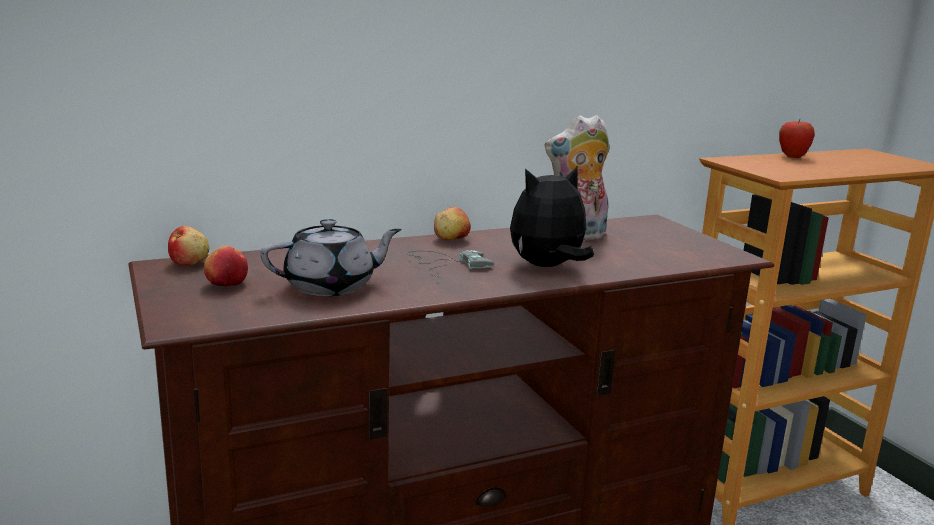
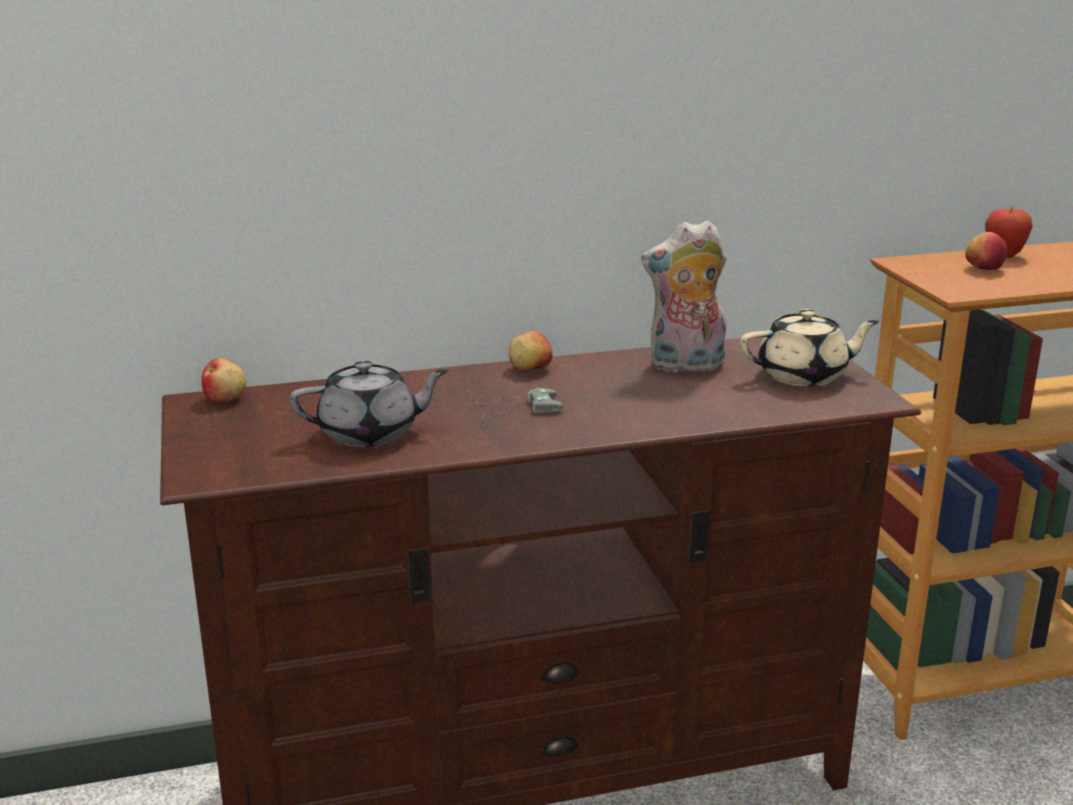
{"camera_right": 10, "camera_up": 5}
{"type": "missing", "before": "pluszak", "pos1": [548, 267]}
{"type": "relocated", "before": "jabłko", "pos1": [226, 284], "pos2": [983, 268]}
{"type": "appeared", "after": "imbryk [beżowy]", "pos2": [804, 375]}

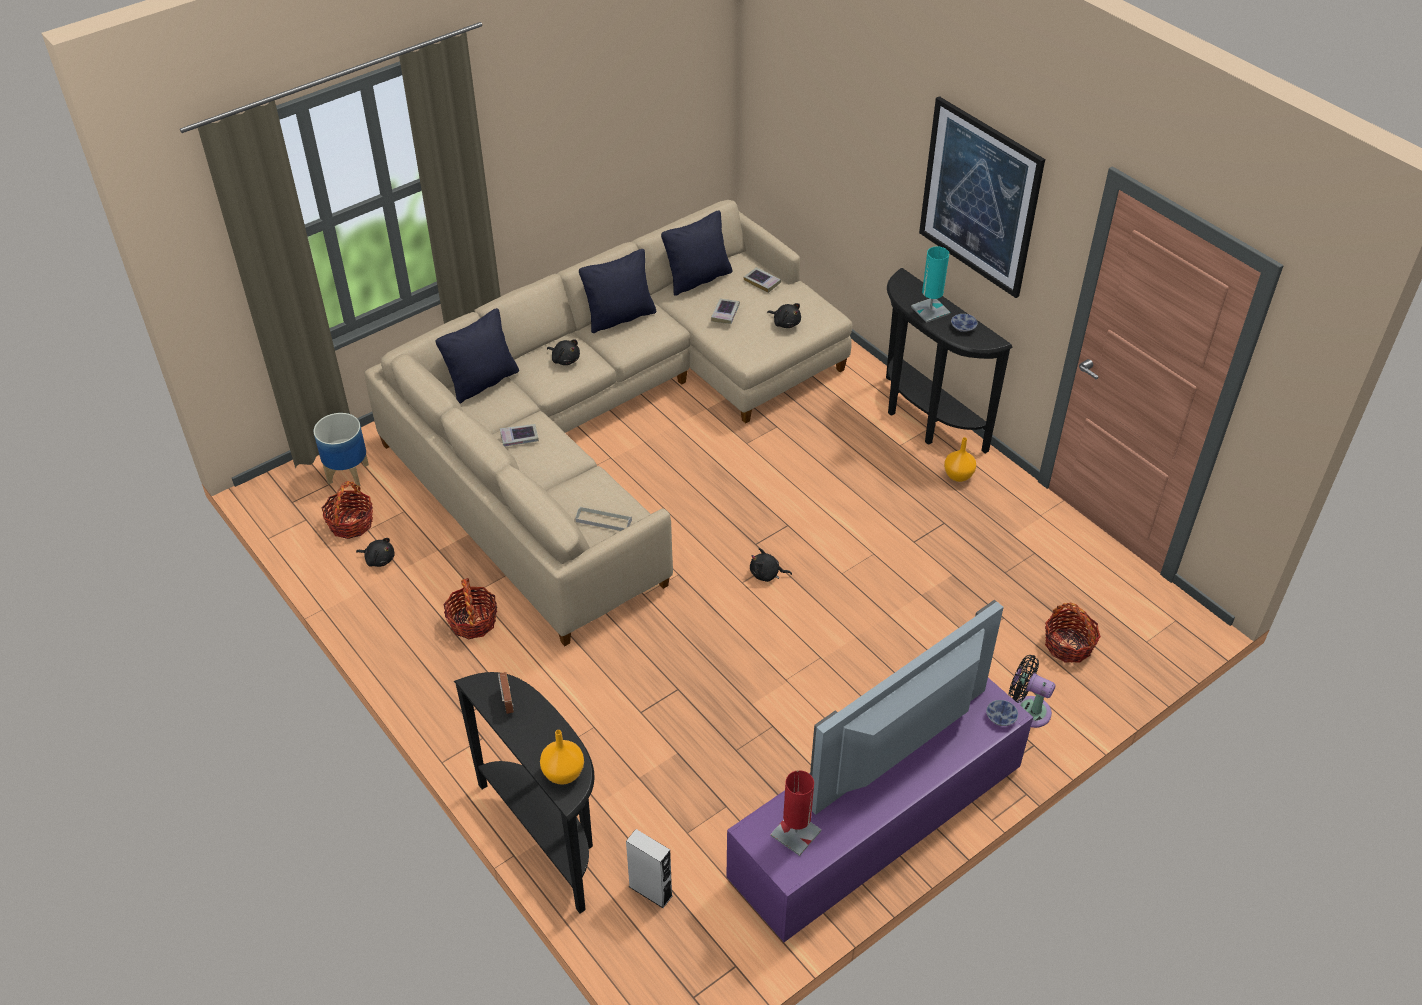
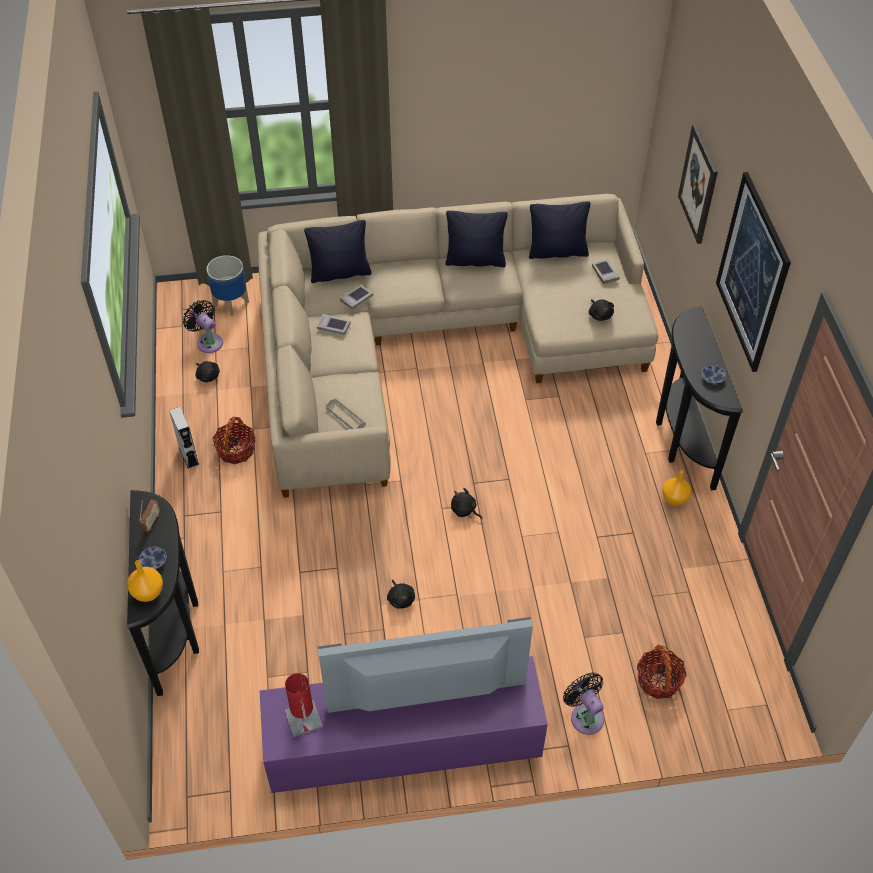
{"camera_right": 30, "camera_up": 5}
{"type": "missing", "before": "lampa stołowa [turkusowy]", "pos1": [930, 310]}
{"type": "relocated", "before": "książka", "pos1": [725, 313], "pos2": [356, 299]}
{"type": "relocated", "before": "pluszak [czarny]", "pos1": [565, 359], "pos2": [401, 599]}
{"type": "exchanged", "before": "koszyk", "after": "wentylator [czarny]", "pos1": [351, 523], "pos2": [208, 341]}
{"type": "relocated", "before": "miska", "pos1": [1002, 717], "pos2": [154, 562]}
{"type": "relocated", "before": "głośnik [szary]", "pos1": [650, 891], "pos2": [189, 456]}
{"type": "appeared", "after": "obraz", "pos2": [698, 184]}

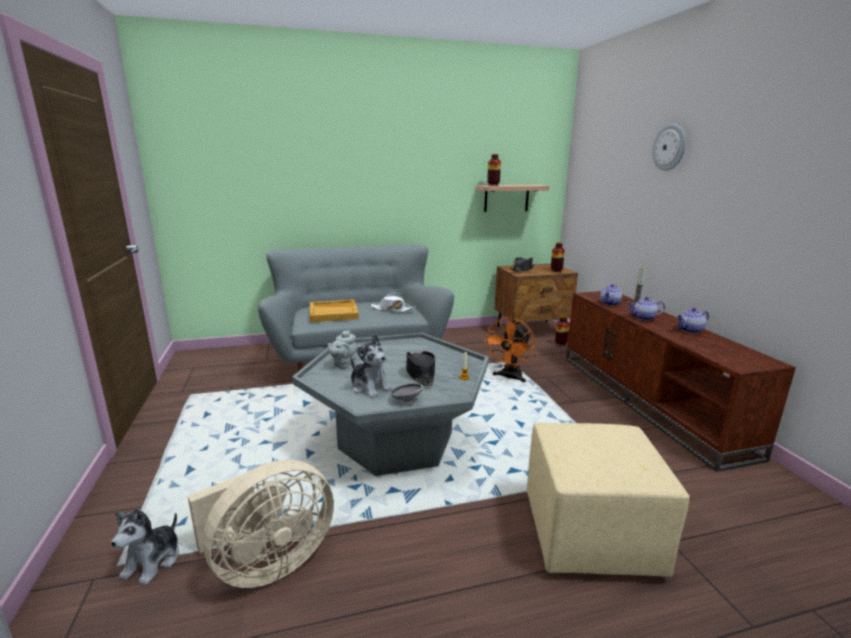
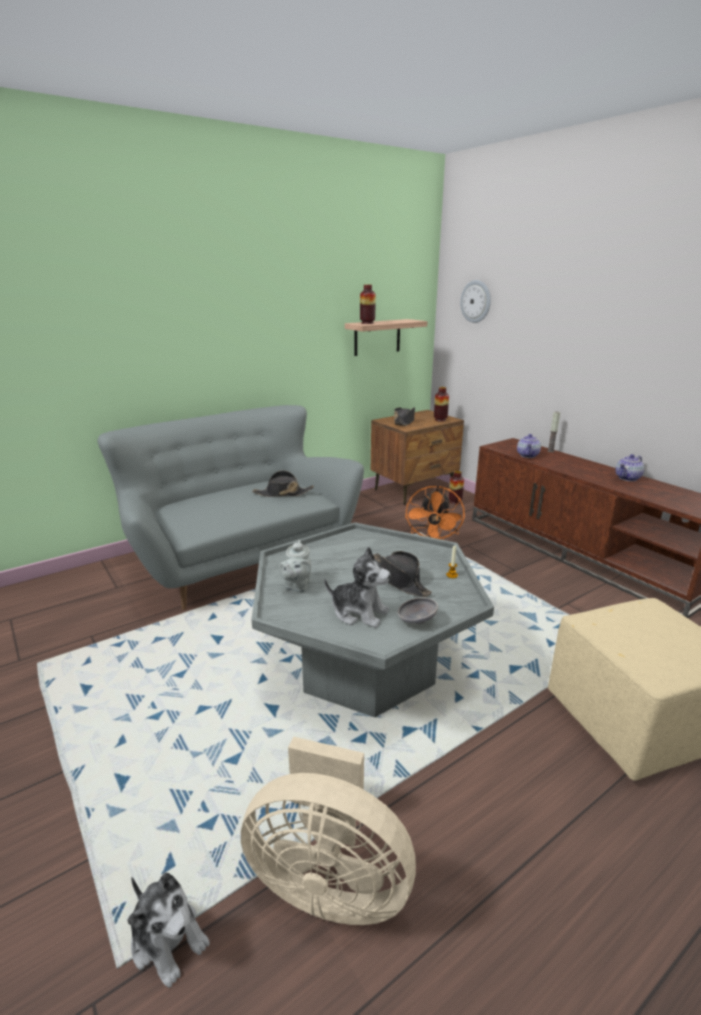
{"camera_right": -20, "camera_up": 5}
{"type": "relocated", "before": "zegar ścienny", "pos1": [669, 147], "pos2": [476, 301]}
{"type": "colour", "before": "kapelusz [biały]", "after": "kapelusz [czarny]", "pos1": [392, 309], "pos2": [283, 493]}
{"type": "missing", "before": "imbryk", "pos1": [643, 318]}
{"type": "missing", "before": "taca [beżowy]", "pos1": [334, 313]}
{"type": "spun", "before": "wentylator [beżowy]", "pos1": [267, 564], "pos2": [328, 881], "turn": 75}
{"type": "spun", "before": "pluszak", "pos1": [153, 561], "pos2": [168, 938], "turn": -45}

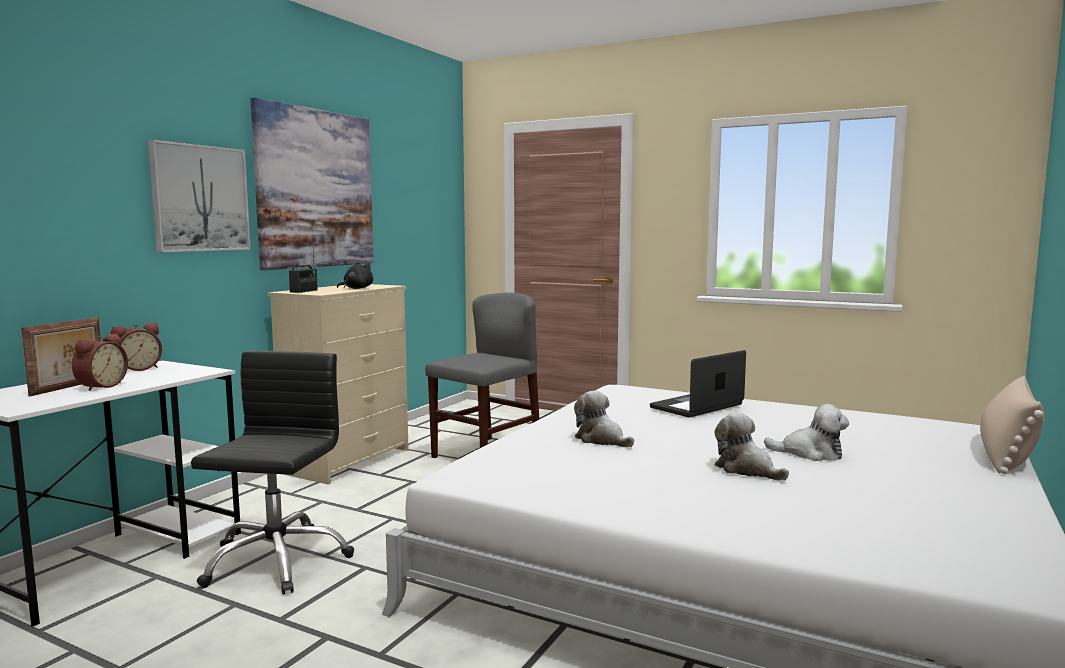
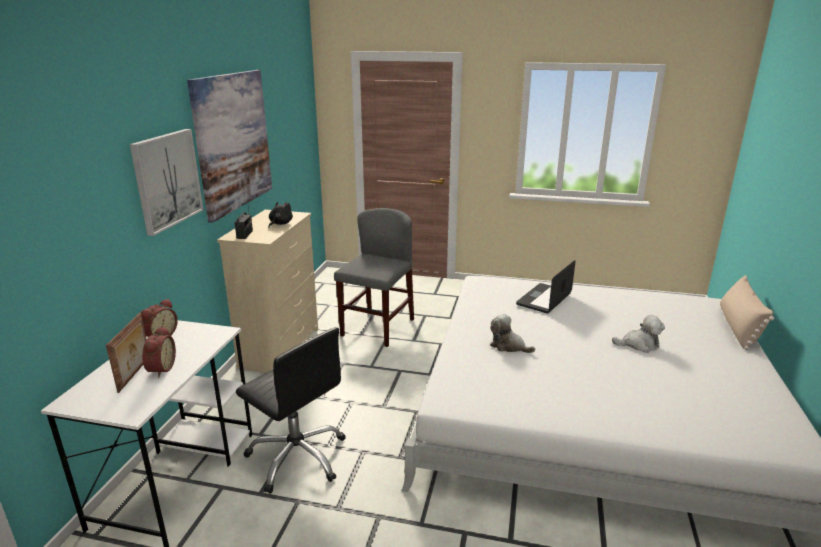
{"camera_right": -15, "camera_up": 15}
{"type": "spun", "before": "krzesło biurowe [czarny]", "pos1": [276, 561], "pos2": [297, 457], "turn": 135}
{"type": "missing", "before": "pluszak", "pos1": [747, 469]}

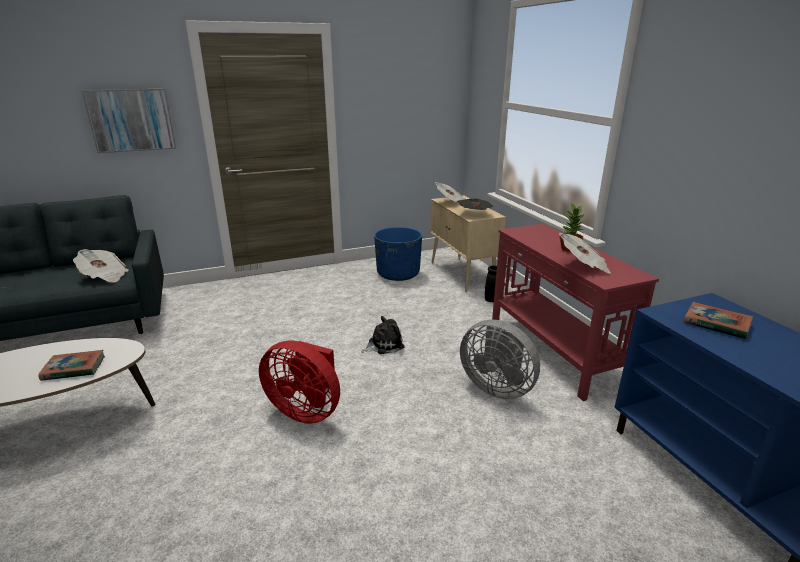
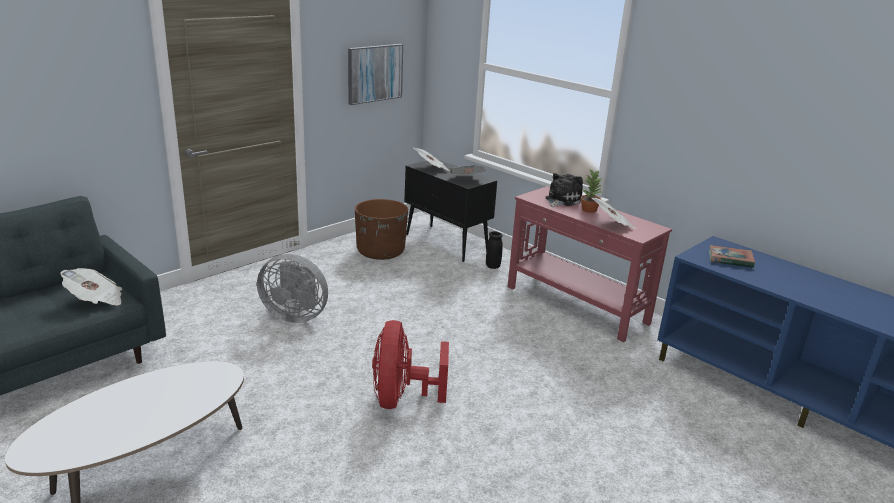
{"camera_right": -25, "camera_up": 0}
{"type": "relocated", "before": "obraz", "pos1": [131, 120], "pos2": [374, 73]}
{"type": "colour", "before": "szafka [beżowy]", "after": "szafka [czarny]", "pos1": [462, 274], "pos2": [447, 243]}
{"type": "colour", "before": "donica [niebieski]", "after": "donica [brązowy]", "pos1": [398, 274], "pos2": [380, 252]}
{"type": "relocated", "before": "pluszak", "pos1": [383, 344], "pos2": [561, 200]}
{"type": "relocated", "before": "wentylator [szary]", "pos1": [497, 387], "pos2": [295, 315]}
{"type": "spun", "before": "wentylator [czerwony]", "pos1": [306, 410], "pos2": [402, 398], "turn": 90}
{"type": "missing", "before": "książka", "pos1": [74, 368]}

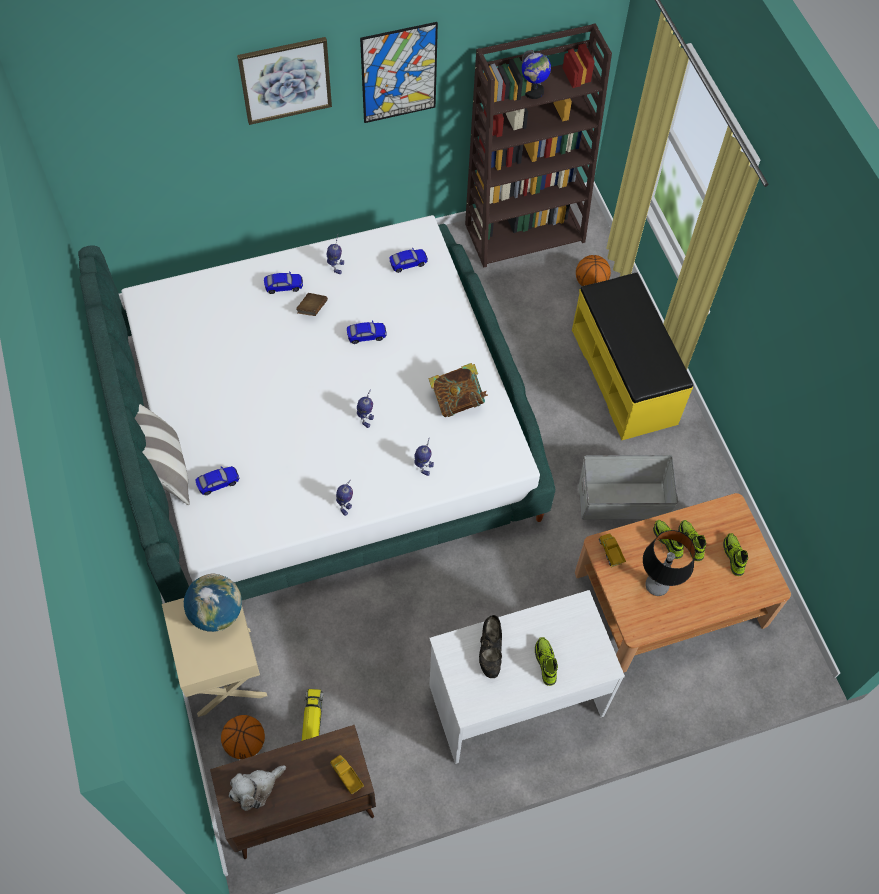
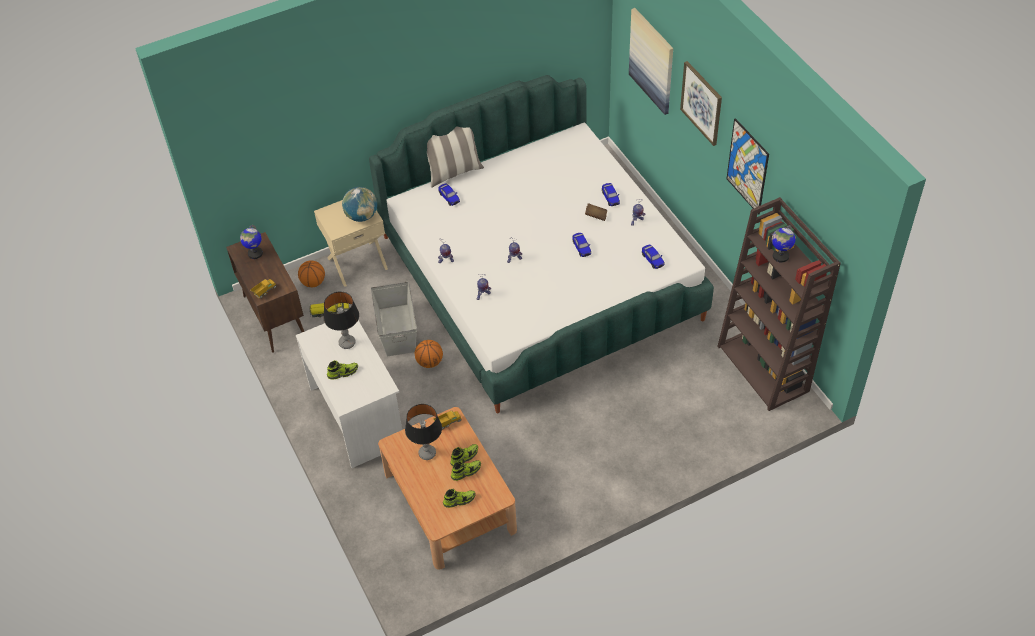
{"camera_right": 85, "camera_up": -10}
{"type": "relocated", "before": "piłka do koszykówki", "pos1": [590, 283], "pos2": [429, 362]}
{"type": "missing", "before": "ławka [żółty]", "pos1": [624, 376]}
{"type": "missing", "before": "książka", "pos1": [457, 400]}
{"type": "relocated", "before": "pojemnik do przechowywania [szary]", "pos1": [623, 501], "pos2": [396, 330]}
{"type": "exchanged", "before": "but [czarny]", "after": "lampa stołowa", "pos1": [490, 651], "pos2": [347, 343]}
{"type": "exchanged", "before": "pluszak", "after": "globus", "pos1": [256, 788], "pos2": [255, 253]}
{"type": "appeared", "after": "obraz", "pos2": [652, 61]}

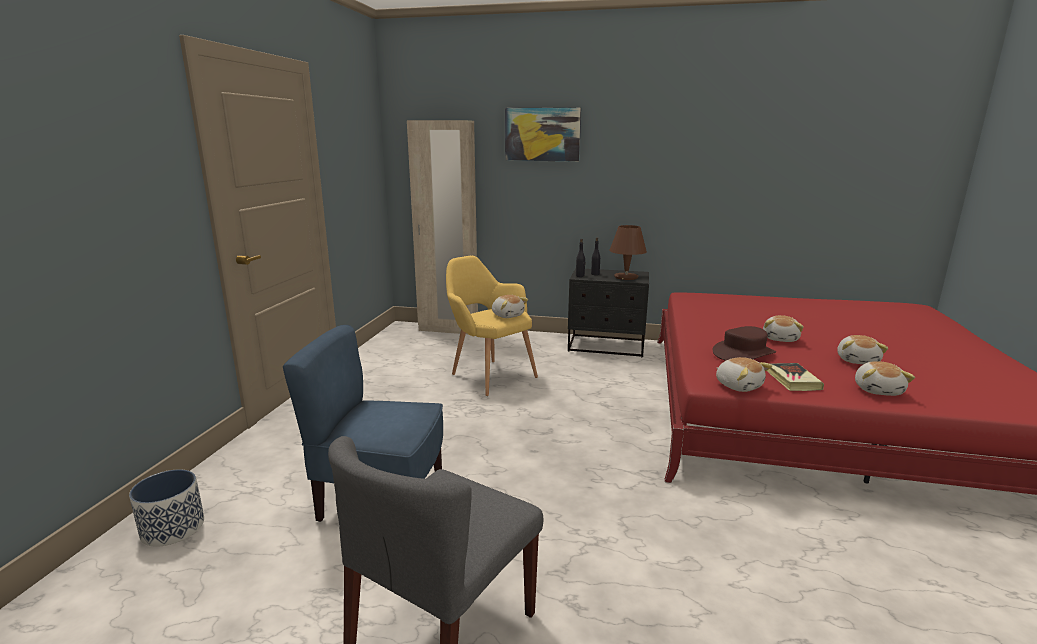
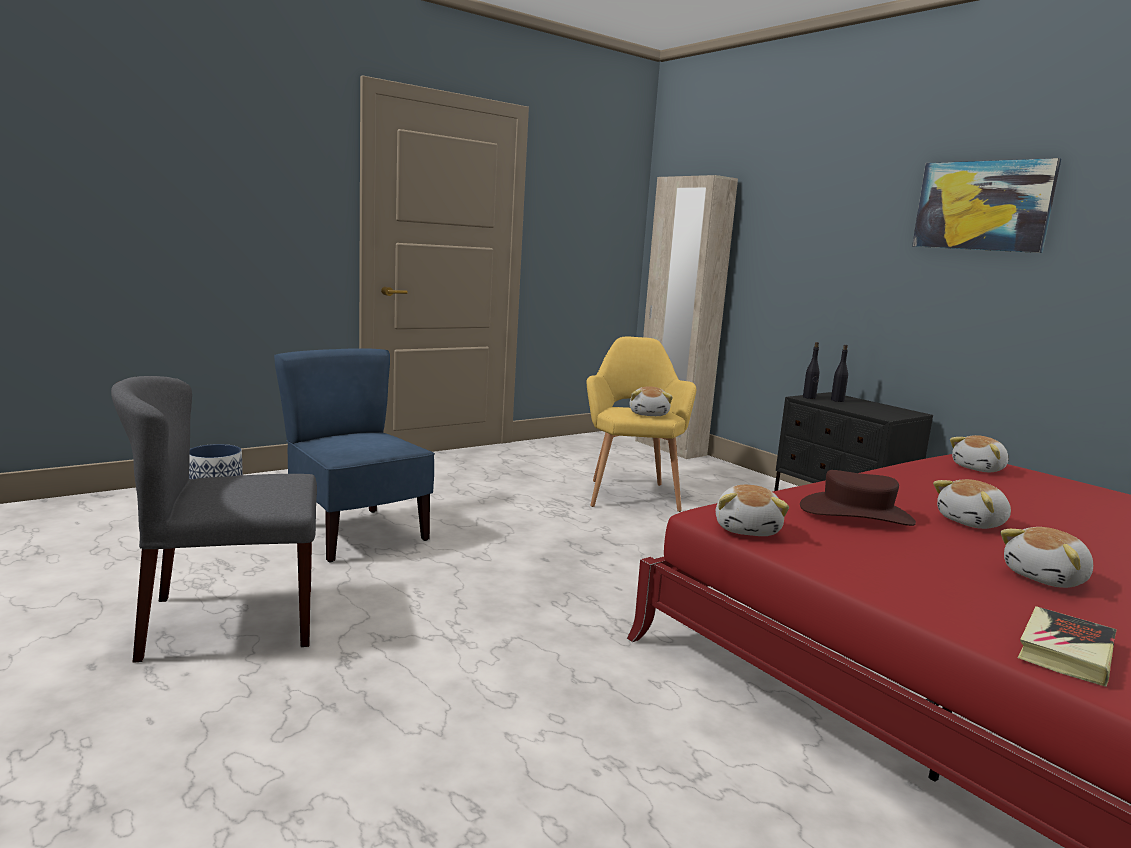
{"camera_right": 40, "camera_up": -5}
{"type": "relocated", "before": "obraz", "pos1": [542, 134], "pos2": [982, 206]}
{"type": "missing", "before": "lampa stołowa [brązowy]", "pos1": [626, 277]}
{"type": "relocated", "before": "pluszak", "pos1": [878, 390], "pos2": [979, 469]}
{"type": "relocated", "before": "książka", "pos1": [792, 380], "pos2": [1065, 652]}

